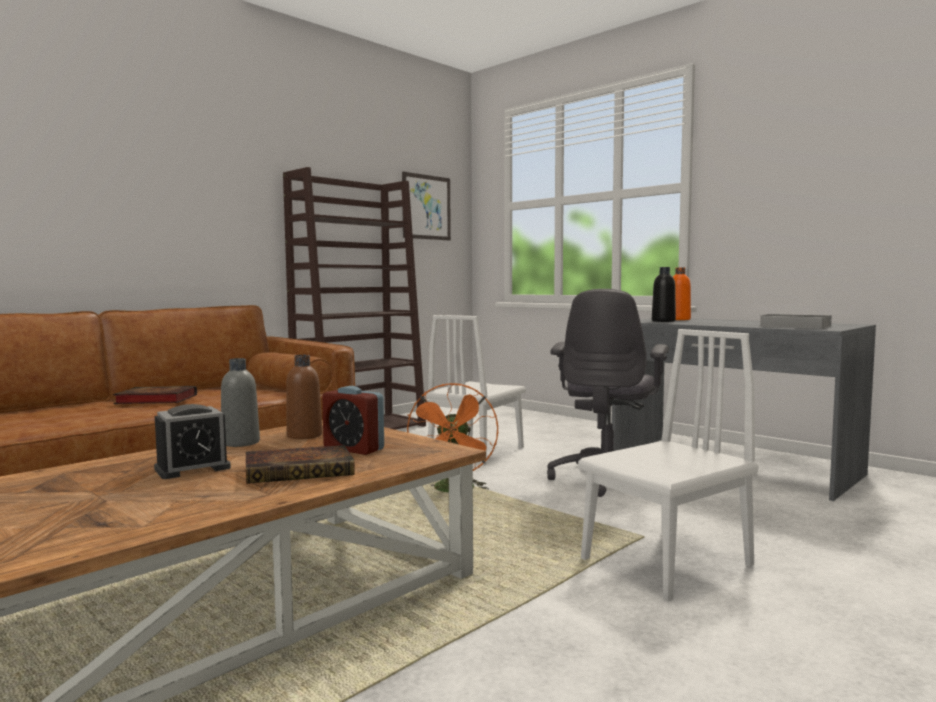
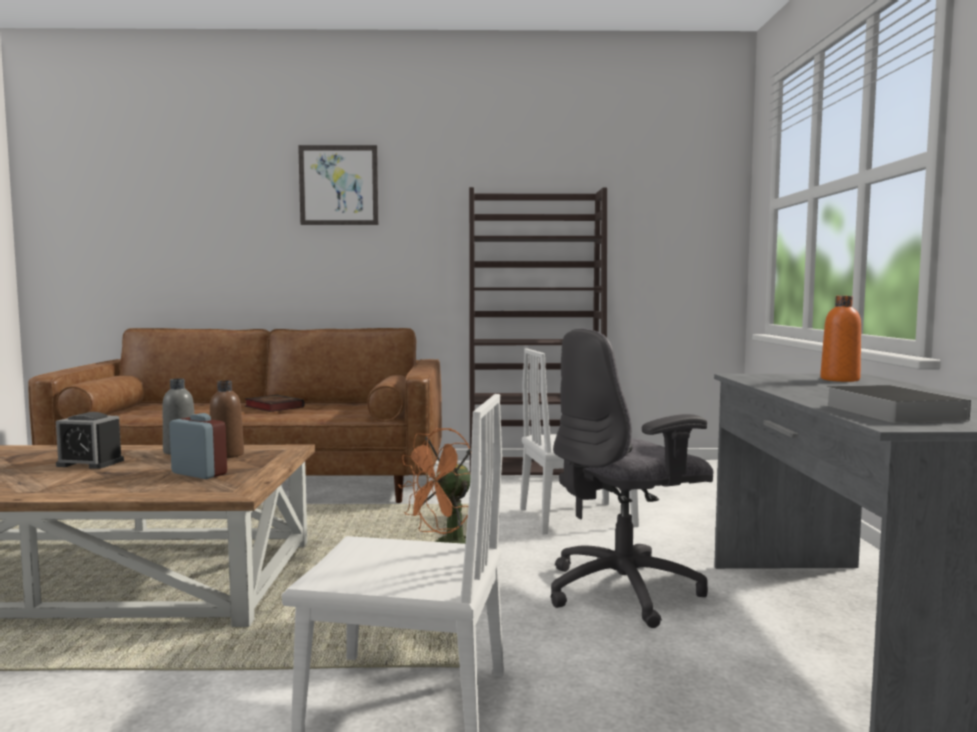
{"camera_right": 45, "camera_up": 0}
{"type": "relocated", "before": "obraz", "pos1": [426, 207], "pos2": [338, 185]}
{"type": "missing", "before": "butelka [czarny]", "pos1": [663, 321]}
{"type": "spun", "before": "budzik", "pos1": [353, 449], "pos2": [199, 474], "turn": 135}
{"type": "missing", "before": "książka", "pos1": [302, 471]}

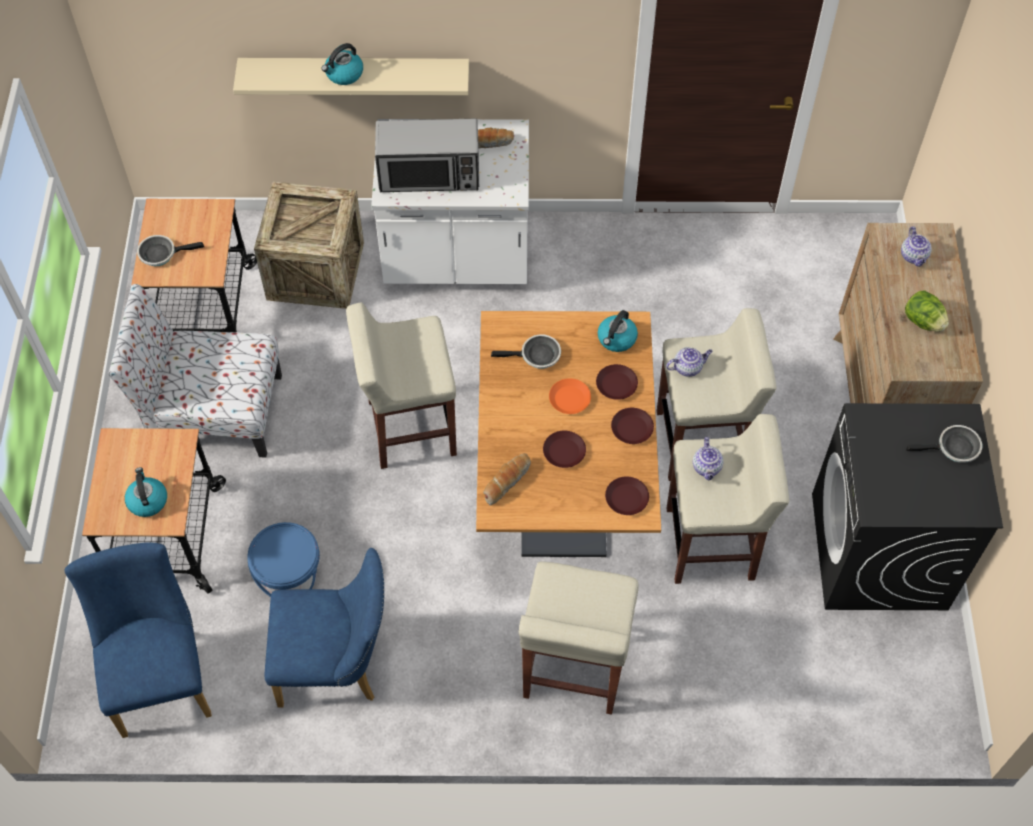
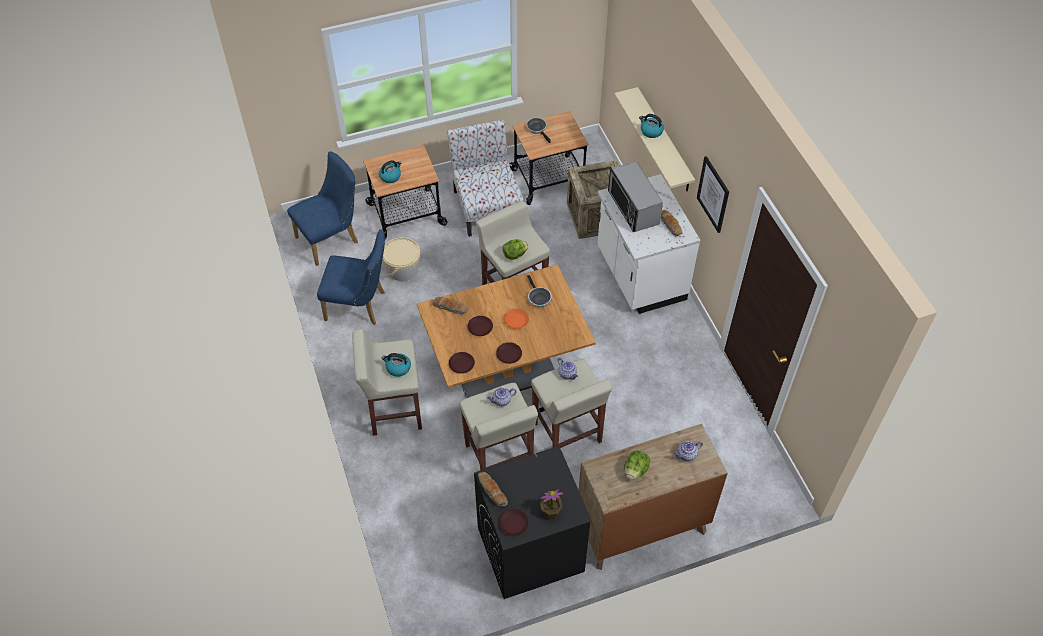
{"camera_right": 70, "camera_up": -5}
{"type": "relocated", "before": "czajnik", "pos1": [616, 339], "pos2": [398, 368]}
{"type": "relocated", "before": "talerz [brązowy]", "pos1": [616, 385], "pos2": [513, 524]}
{"type": "exchanged", "before": "patelnia", "after": "roślina doniczkowa", "pos1": [954, 448], "pos2": [550, 512]}
{"type": "colour", "before": "wiadro [niebieski]", "after": "wiadro [beżowy]", "pos1": [289, 576], "pos2": [403, 270]}
{"type": "spun", "before": "krzesło [niebieski]", "pos1": [337, 666], "pos2": [360, 306], "turn": -60}
{"type": "appeared", "after": "obraz", "pos2": [713, 194]}
{"type": "appeared", "after": "sałata", "pos2": [514, 255]}
{"type": "appeared", "after": "chleb", "pos2": [492, 491]}

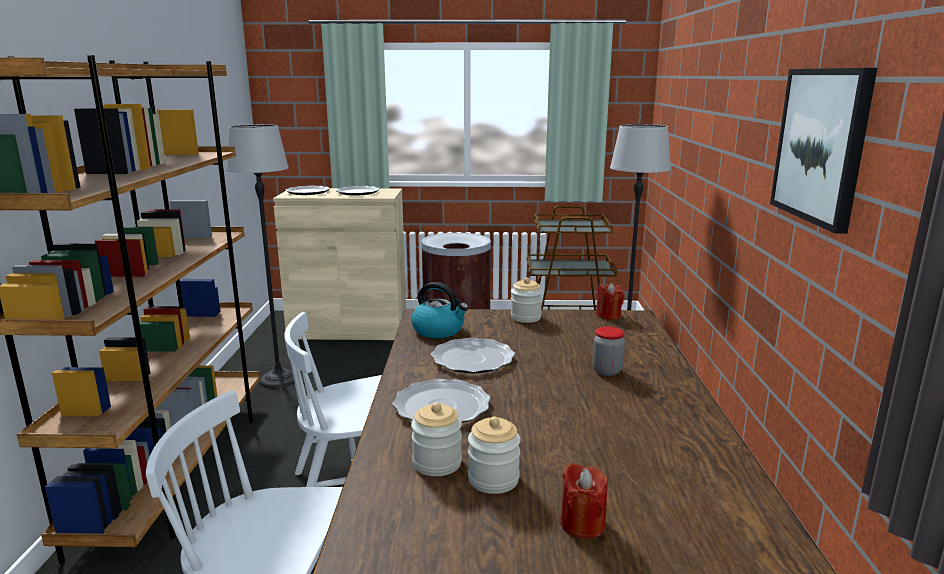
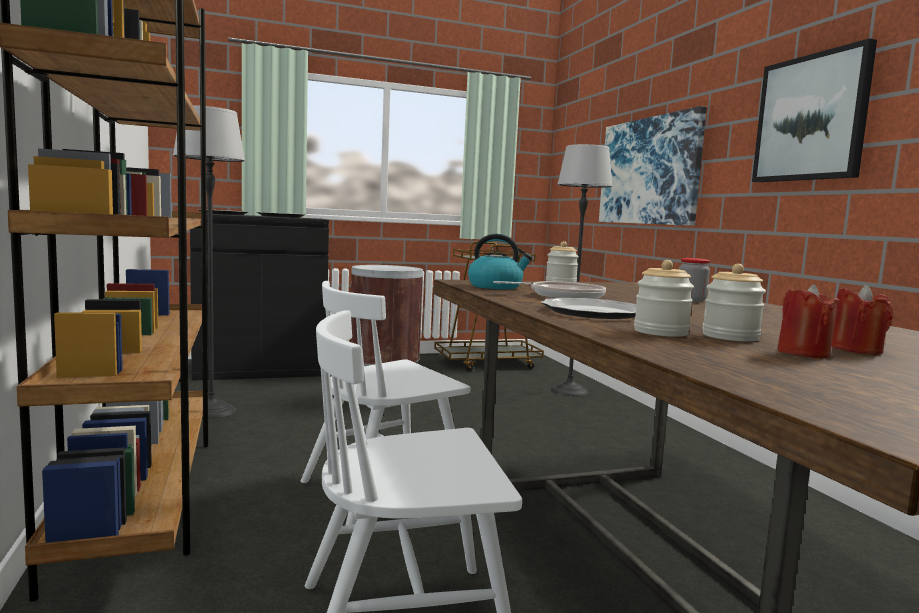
{"camera_right": -20, "camera_up": -10}
{"type": "colour", "before": "szafka [beżowy]", "after": "szafka [czarny]", "pos1": [348, 329], "pos2": [260, 370]}
{"type": "relocated", "before": "świeca [czerwony]", "pos1": [608, 315], "pos2": [803, 353]}
{"type": "exchanged", "before": "talerz", "after": "patelnia", "pos1": [472, 359], "pos2": [562, 296]}
{"type": "appeared", "after": "obraz", "pos2": [649, 171]}

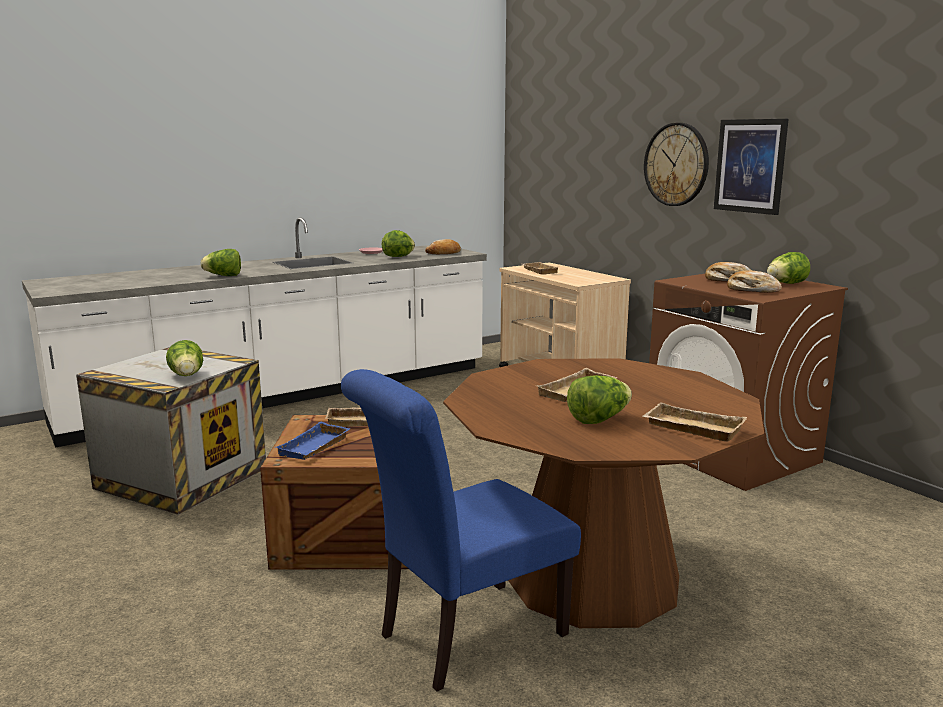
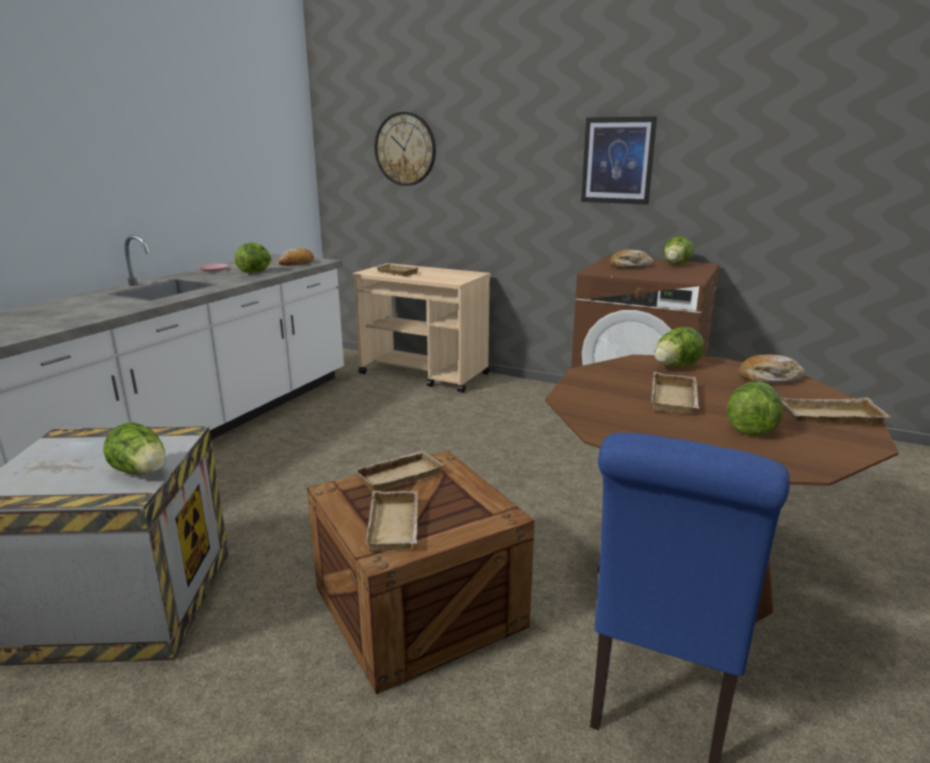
{"camera_right": -30, "camera_up": 5}
{"type": "relocated", "before": "zegar ścienny", "pos1": [676, 164], "pos2": [405, 149]}
{"type": "relocated", "before": "sałata", "pos1": [223, 276], "pos2": [675, 366]}
{"type": "relocated", "before": "chleb", "pos1": [752, 290], "pos2": [769, 378]}
{"type": "colour", "before": "taca [niebieski]", "after": "taca [beżowy]", "pos1": [315, 447], "pos2": [396, 527]}

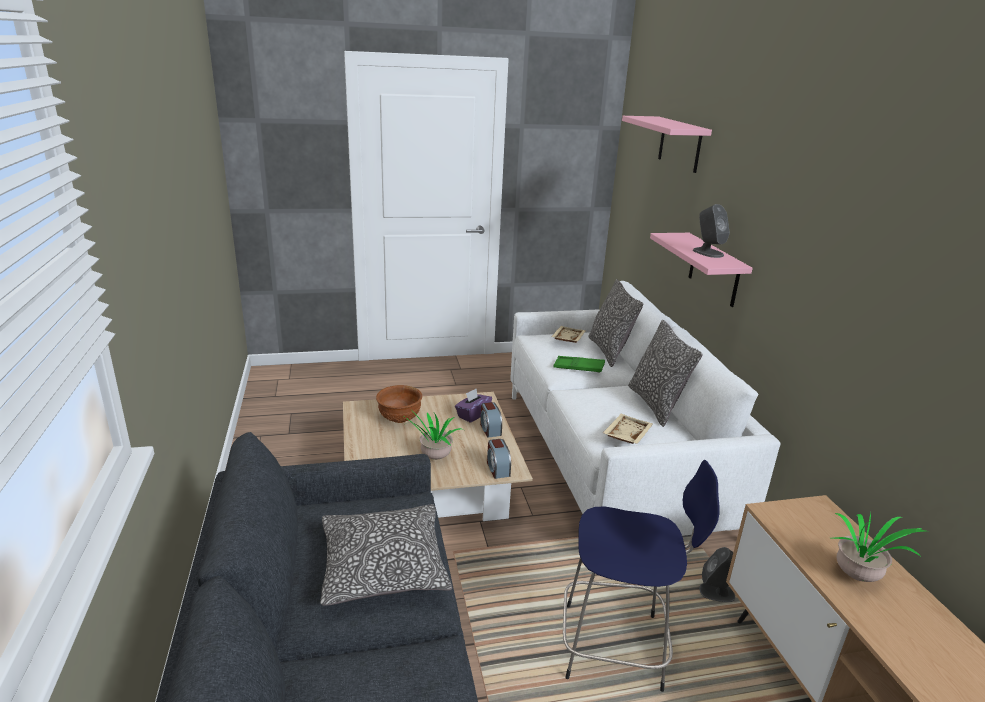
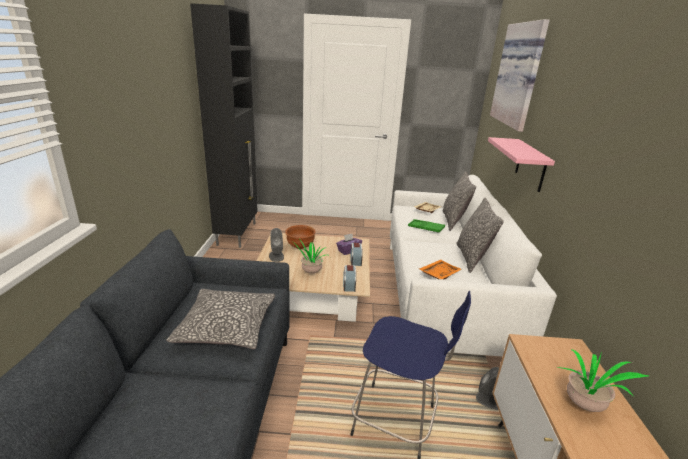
{"camera_right": 15, "camera_up": 0}
{"type": "exchanged", "before": "półka [różowy]", "after": "obraz", "pos1": [680, 144], "pos2": [520, 75]}
{"type": "relocated", "before": "głośnik [szary]", "pos1": [707, 252], "pos2": [276, 256]}
{"type": "colour", "before": "taca [beżowy]", "after": "taca [pomarańczowy]", "pos1": [626, 435], "pos2": [438, 274]}
{"type": "appeared", "after": "szafka [czarny]", "pos2": [237, 233]}

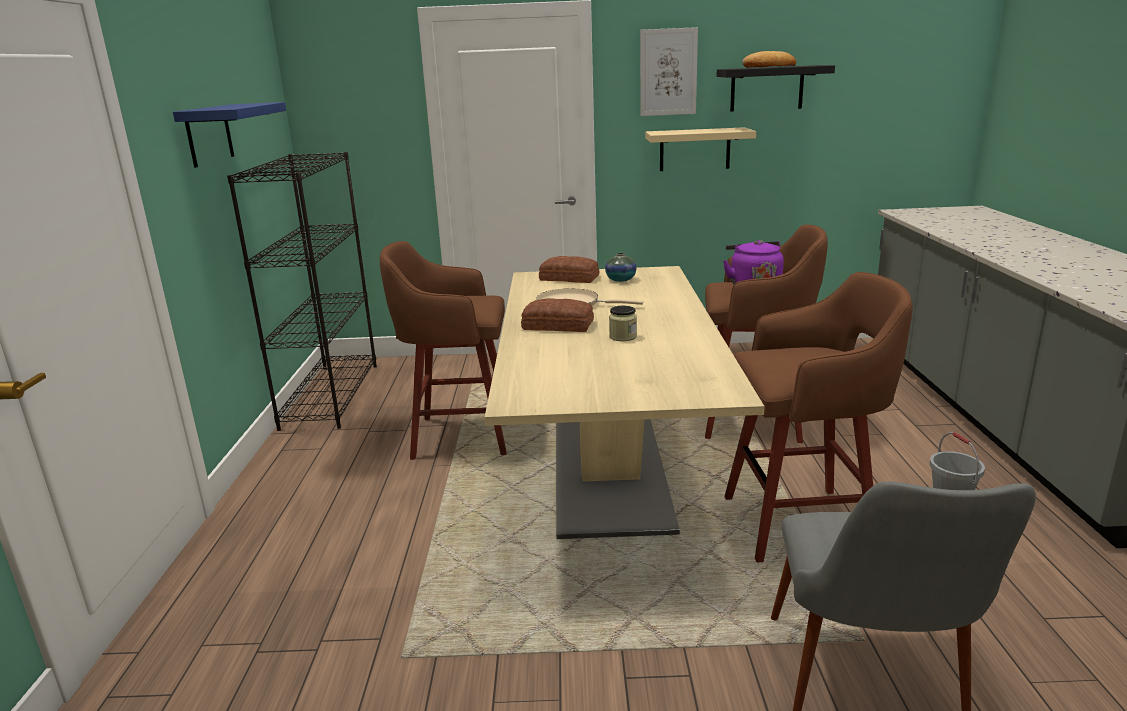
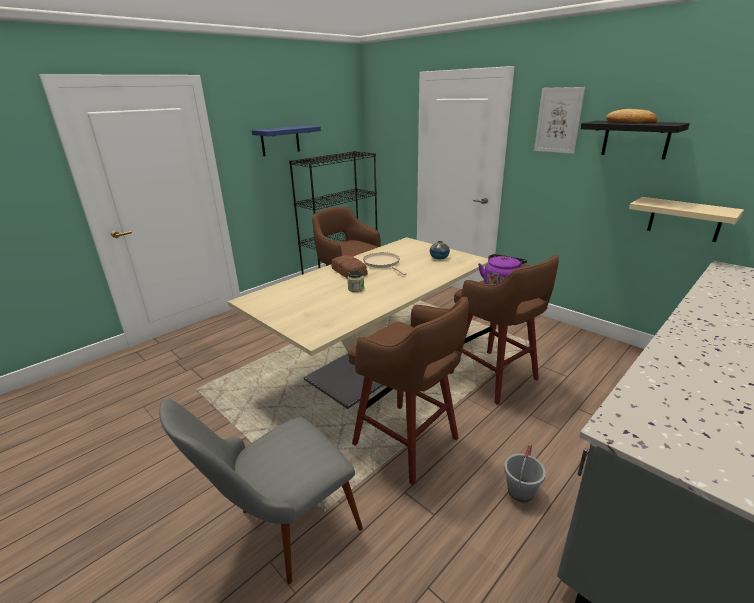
{"camera_right": 45, "camera_up": 5}
{"type": "relocated", "before": "półka [beżowy]", "pos1": [694, 149], "pos2": [684, 219]}
{"type": "missing", "before": "chleb", "pos1": [569, 278]}

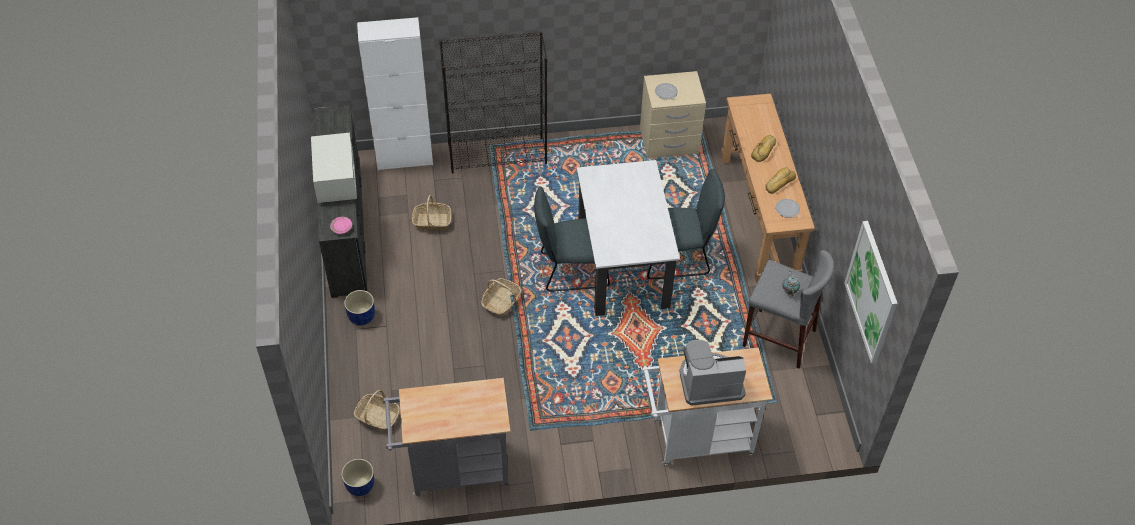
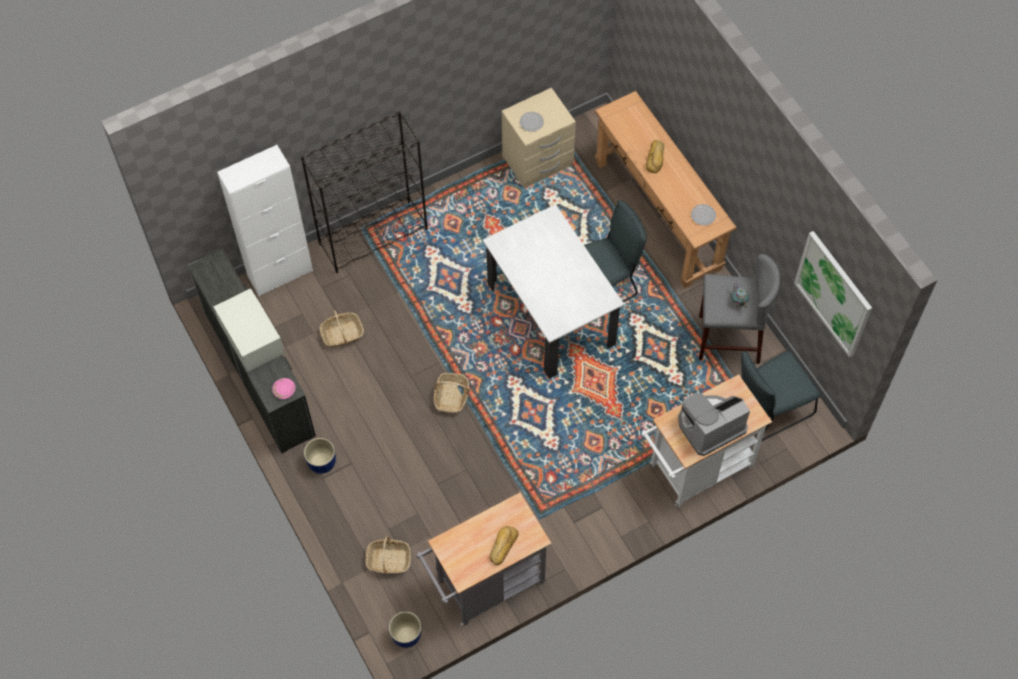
{"camera_right": -20, "camera_up": 10}
{"type": "relocated", "before": "chleb", "pos1": [779, 182], "pos2": [502, 546]}
{"type": "relocated", "before": "krzesło [szary]", "pos1": [570, 270], "pos2": [769, 409]}

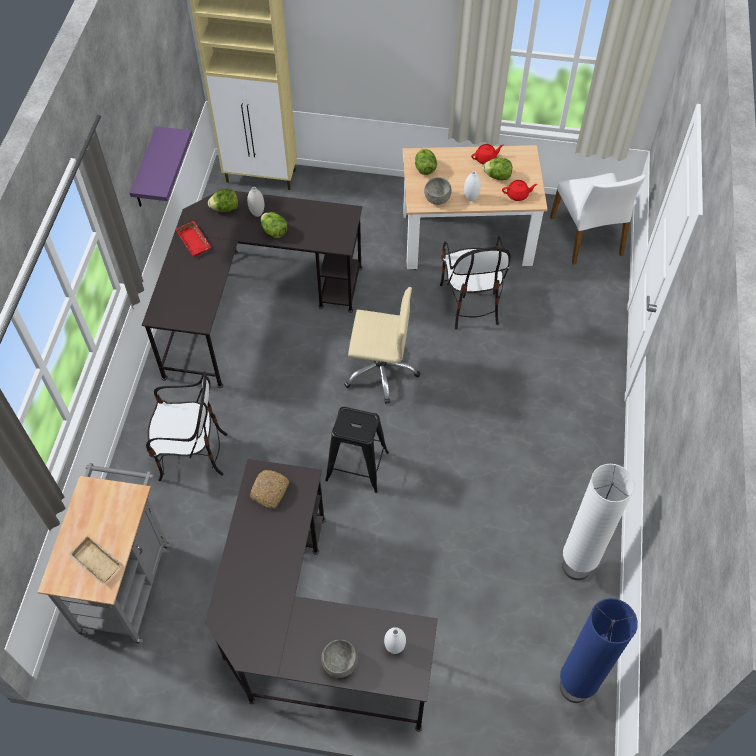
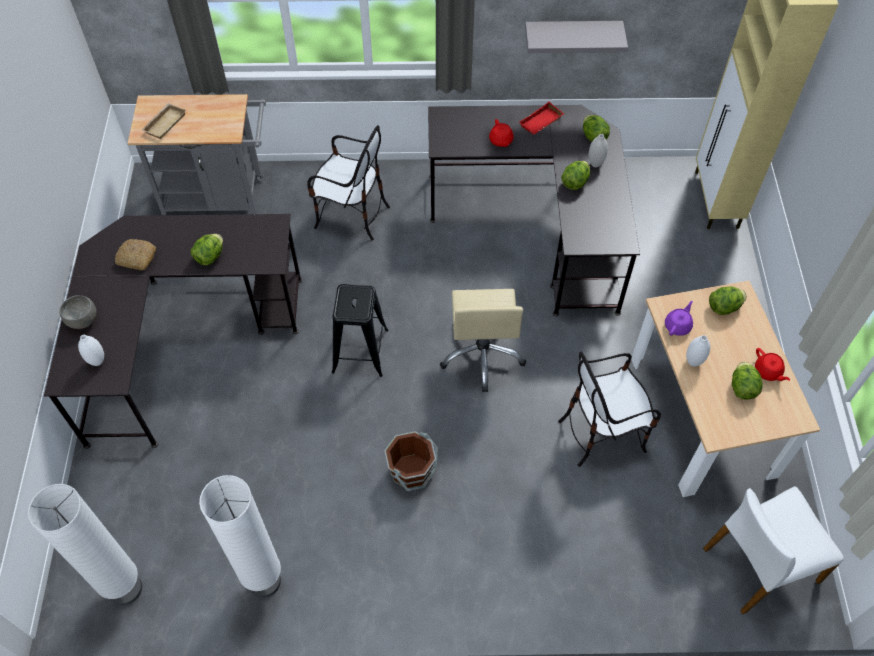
{"camera_right": 80, "camera_up": 0}
{"type": "colour", "before": "półka [fioletowy]", "after": "półka [szary]", "pos1": [146, 170], "pos2": [572, 34]}
{"type": "exchanged", "before": "miska [szary]", "after": "imbryk [fioletowy]", "pos1": [436, 199], "pos2": [678, 326]}
{"type": "relocated", "before": "imbryk [czerwony]", "pos1": [518, 195], "pos2": [501, 141]}
{"type": "spun", "before": "krzesło", "pos1": [191, 455], "pos2": [351, 215], "turn": -60}
{"type": "relocated", "before": "chleb", "pos1": [270, 491], "pos2": [136, 258]}
{"type": "colour", "before": "lampa stojąca [niebieski]", "after": "lampa stojąca [biały]", "pos1": [574, 688], "pos2": [125, 589]}
{"type": "appeared", "after": "sałata", "pos2": [210, 256]}
{"type": "appeared", "after": "wiadro [brązowy]", "pos2": [412, 471]}

